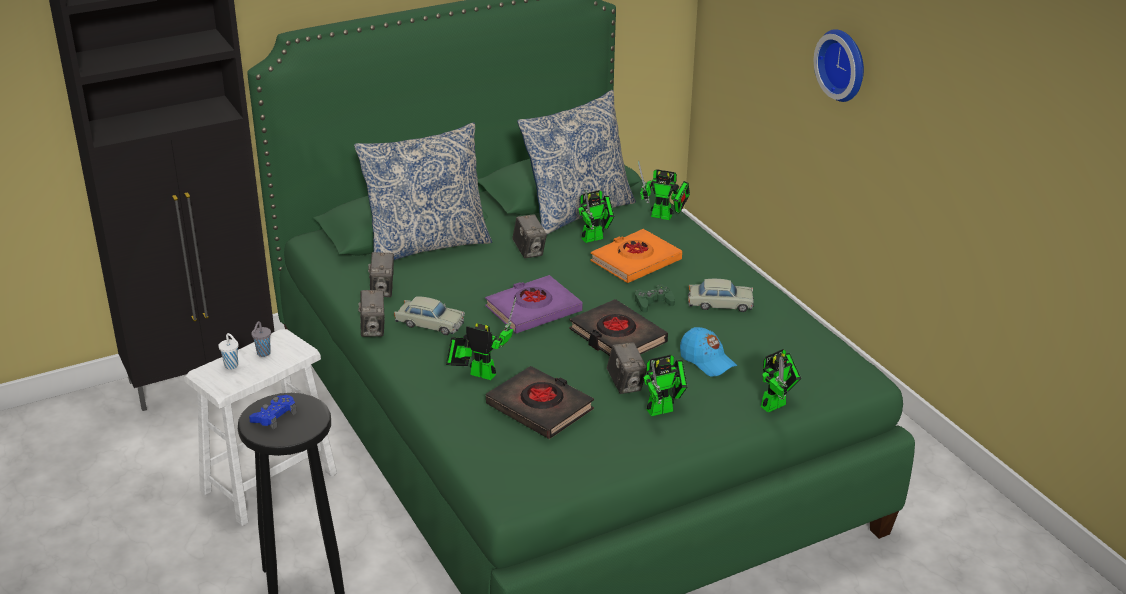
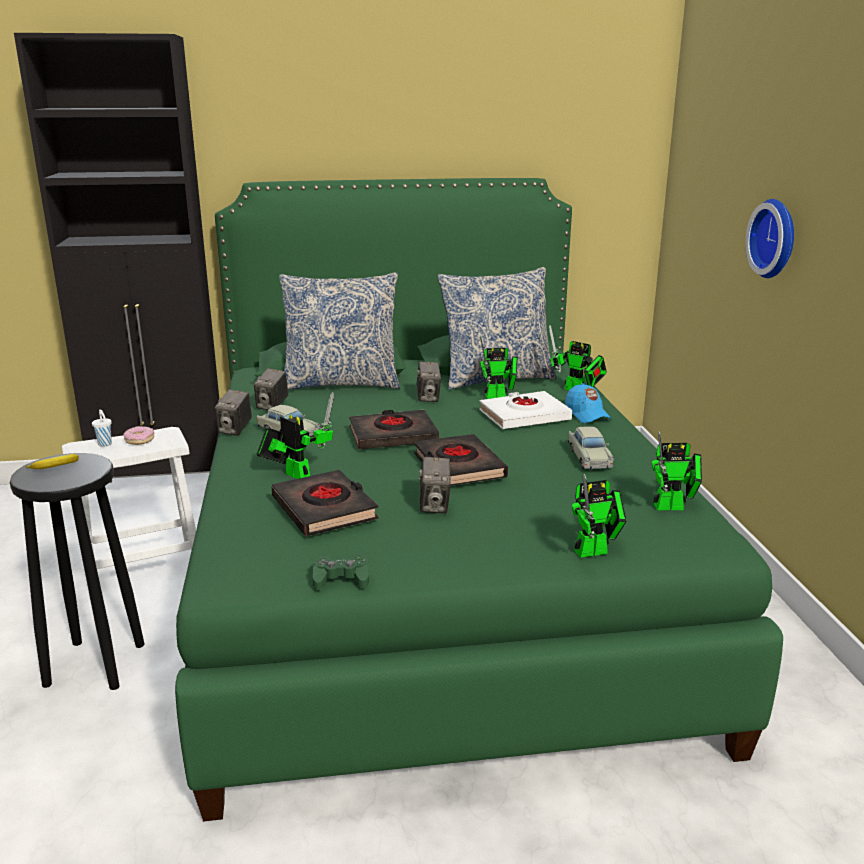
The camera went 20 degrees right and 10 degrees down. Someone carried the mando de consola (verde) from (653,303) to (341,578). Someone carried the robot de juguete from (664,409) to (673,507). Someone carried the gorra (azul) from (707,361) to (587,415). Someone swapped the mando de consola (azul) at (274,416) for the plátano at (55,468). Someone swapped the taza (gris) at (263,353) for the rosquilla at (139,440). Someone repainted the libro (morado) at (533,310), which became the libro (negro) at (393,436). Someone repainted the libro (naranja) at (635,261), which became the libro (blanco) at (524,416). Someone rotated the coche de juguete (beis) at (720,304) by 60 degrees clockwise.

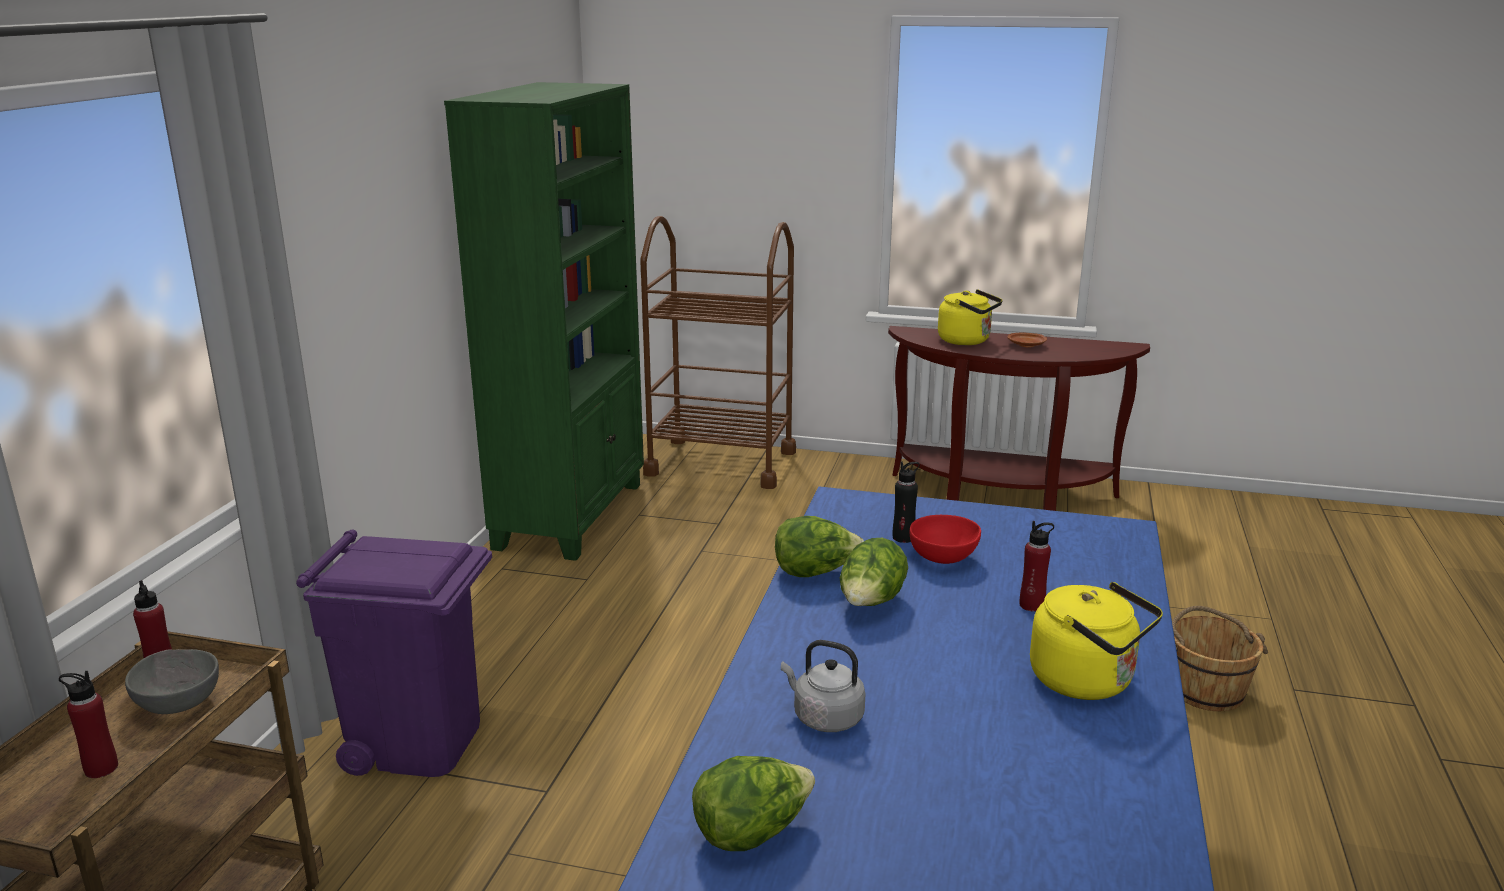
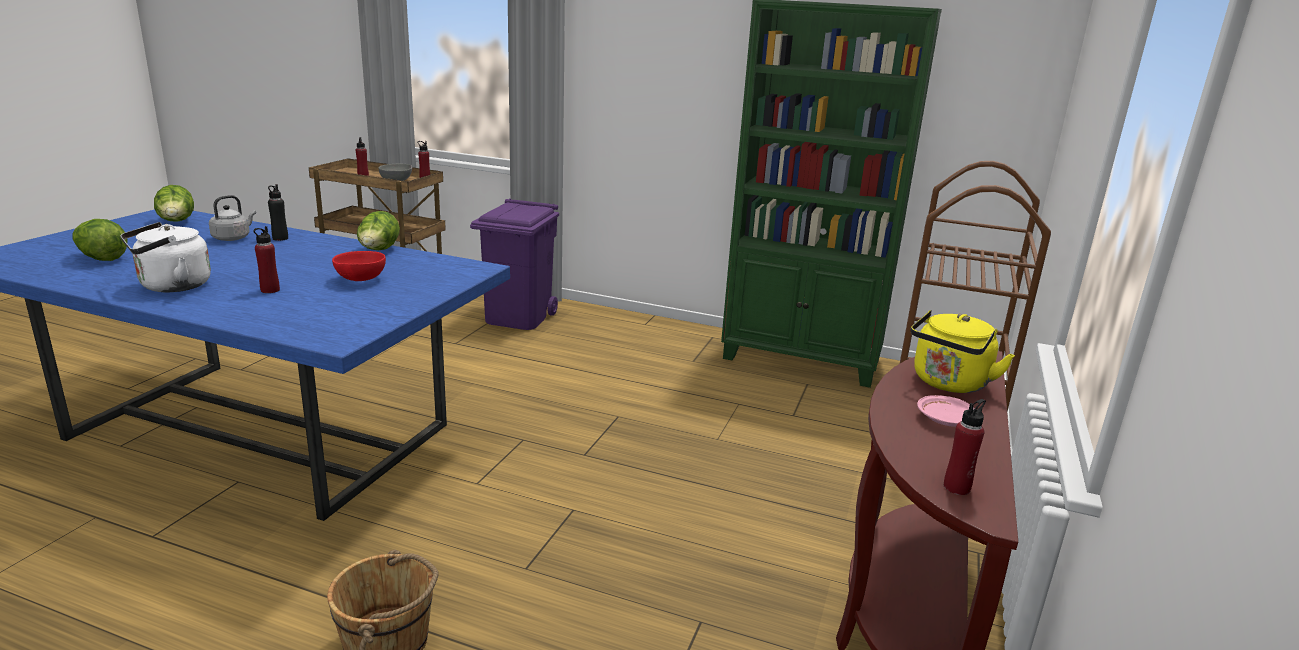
The camera went 95 degrees right and 0 degrees up. Someone put down the botella (rojo) at (957,487). Someone carried the lechuga from (871,604) to (102,258). Someone carried the botella (negro) from (903,537) to (280,238). Someone repainted the plato (marrón) at (1027,345), which became the plato (rosa) at (945,420). Someone repainted the hervidor (amarillo) at (1087,681), which became the hervidor (blanco) at (171,286).

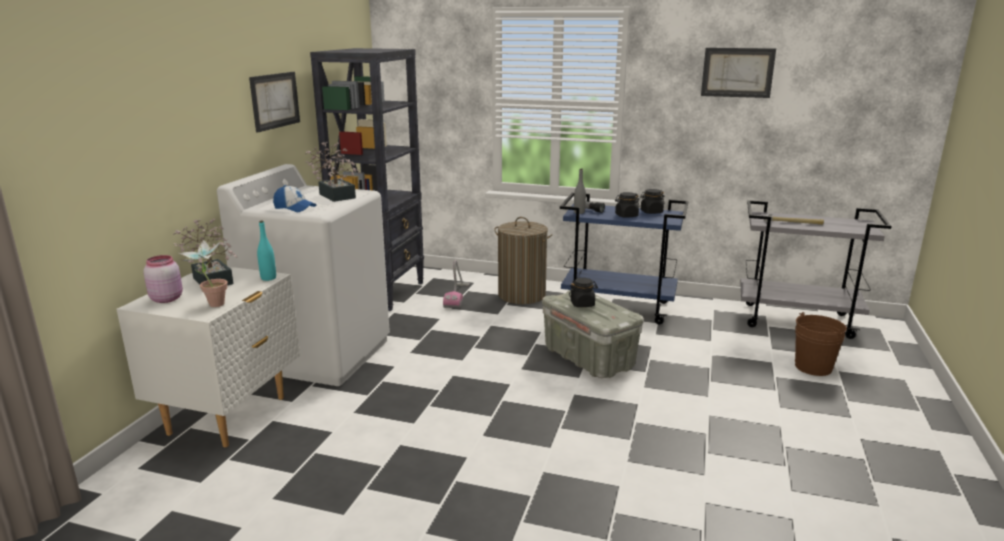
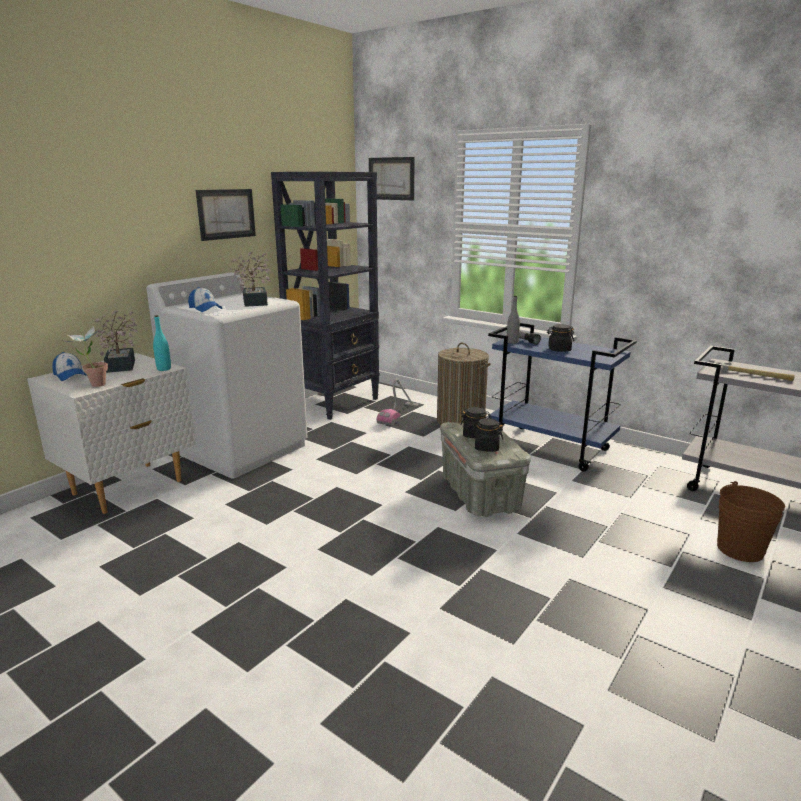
The camera went 20 degrees right and 0 degrees up. Someone carried the tarro (negro) from (651,212) to (486,447). Someone carried the cuadro from (737,72) to (391,178). Someone swapped the tarro (rosa) at (166,298) for the gorra at (70,375).

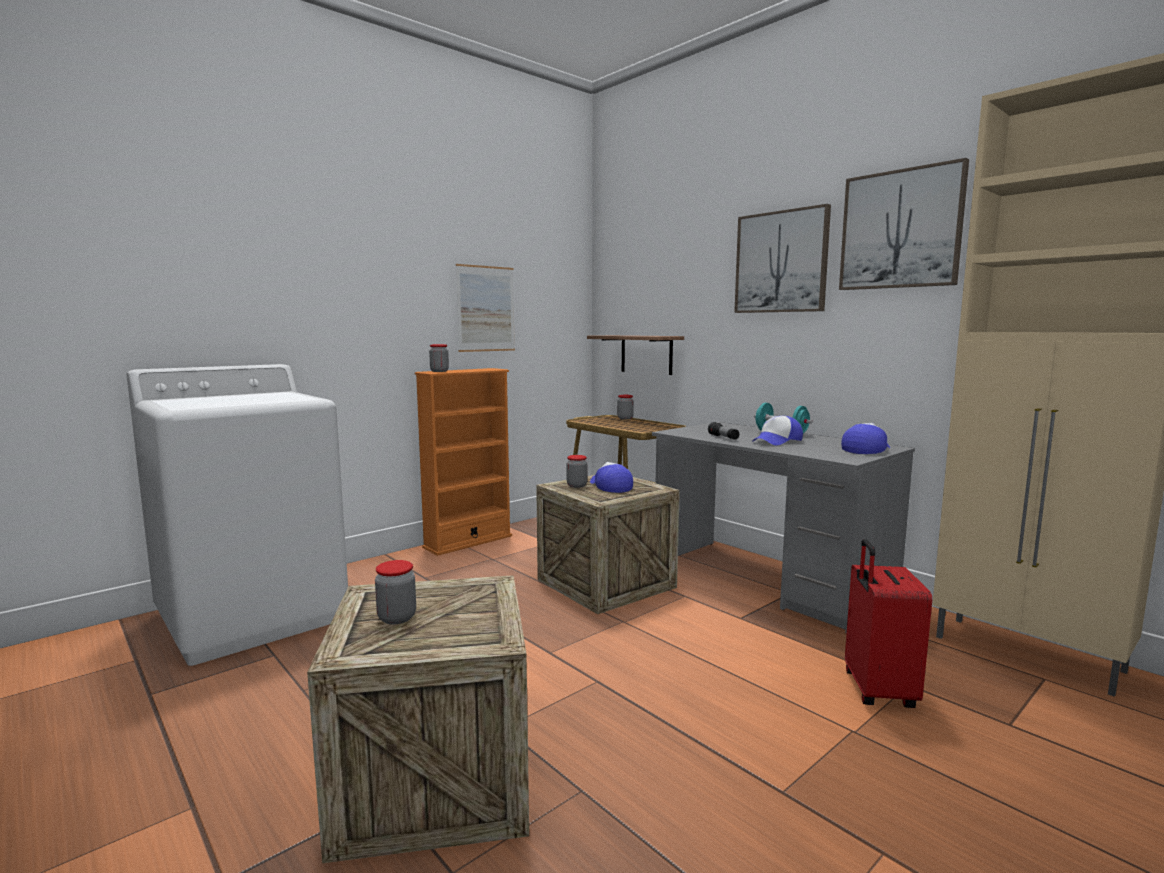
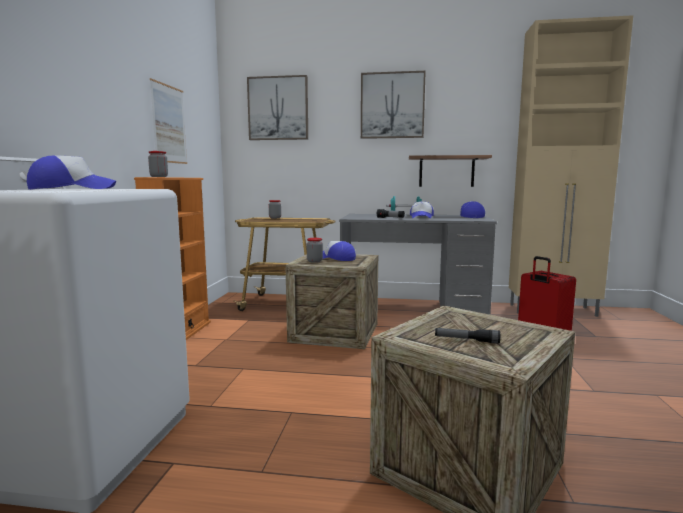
The camera went 40 degrees left and 0 degrees up. Someone put down the gorra at (72,189). Someone carried the estante from (646,354) to (446,171). Someone carried the cuadro from (900,229) to (278,108). Someone swapped the tarro at (397,618) for the linterna at (466,340).

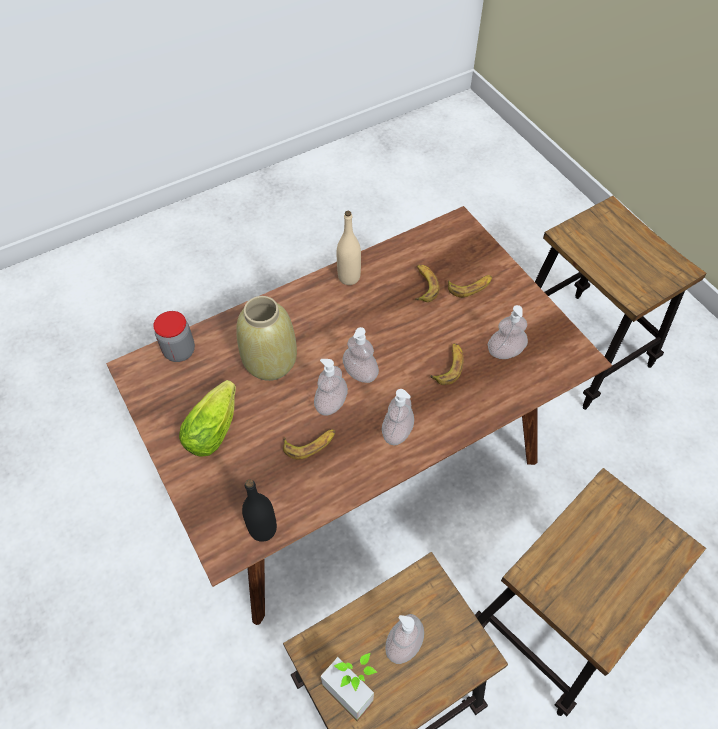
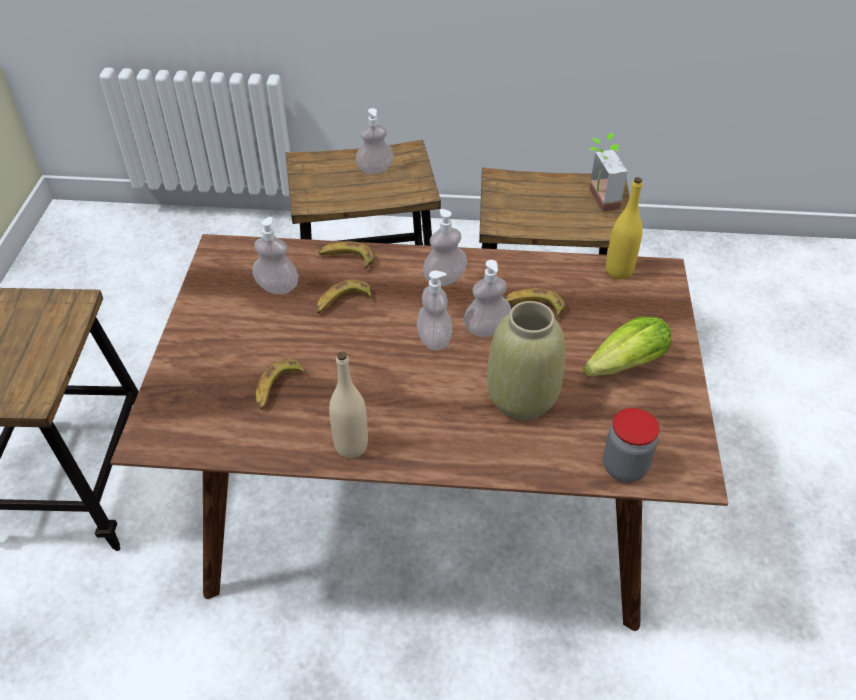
The camera went 145 degrees left and 10 degrees down. Someone carried the dispensador de jabón from (404,644) to (375,169). Someone carried the plátano from (470,287) to (347,259). Someone repainted the botella (negro) at (263,529), which became the botella (amarillo) at (619,271).

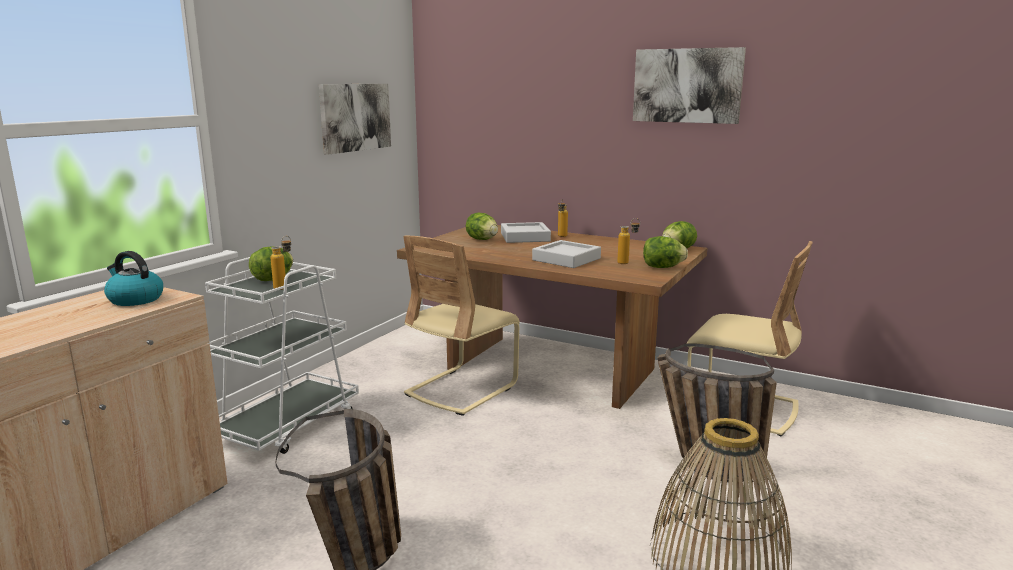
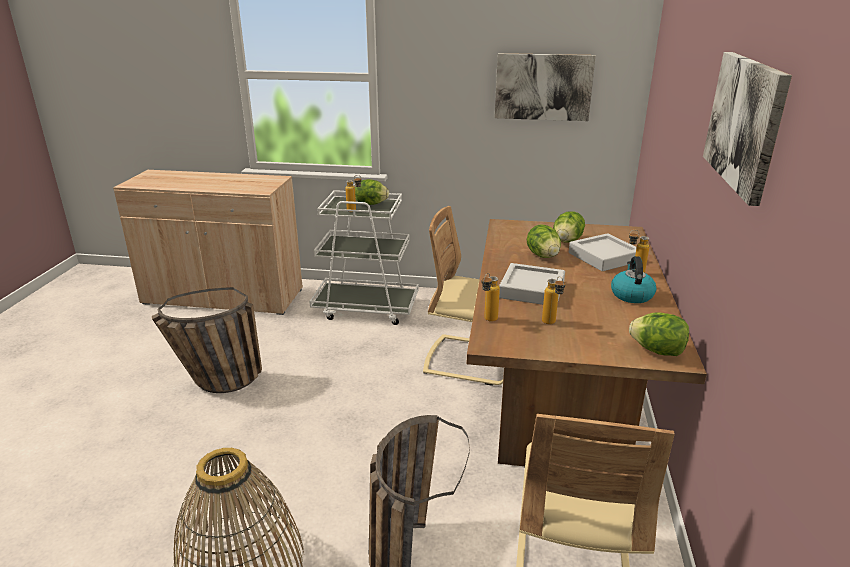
The camera went 70 degrees right and 10 degrees up. Someone put down the botella at (488,321). Someone carried the hervidor from (135,299) to (631,295). Someone carried the lechuga from (662,267) to (543,256).

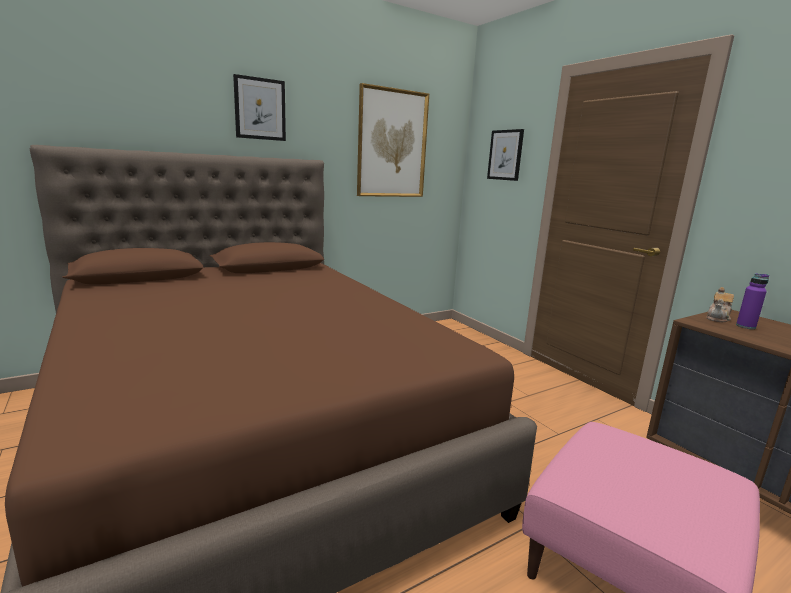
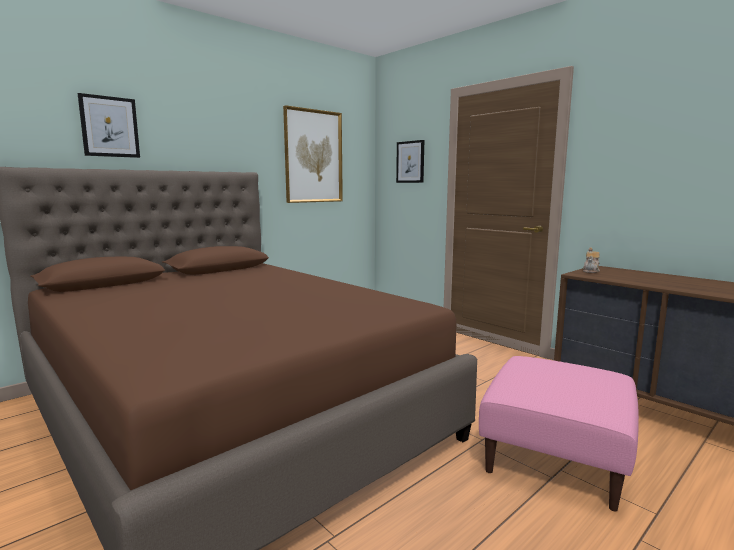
The camera went 10 degrees left and 5 degrees down. Someone took away the botella (morado) at (745,326). Someone carried the cuadro from (260,109) to (109,127).

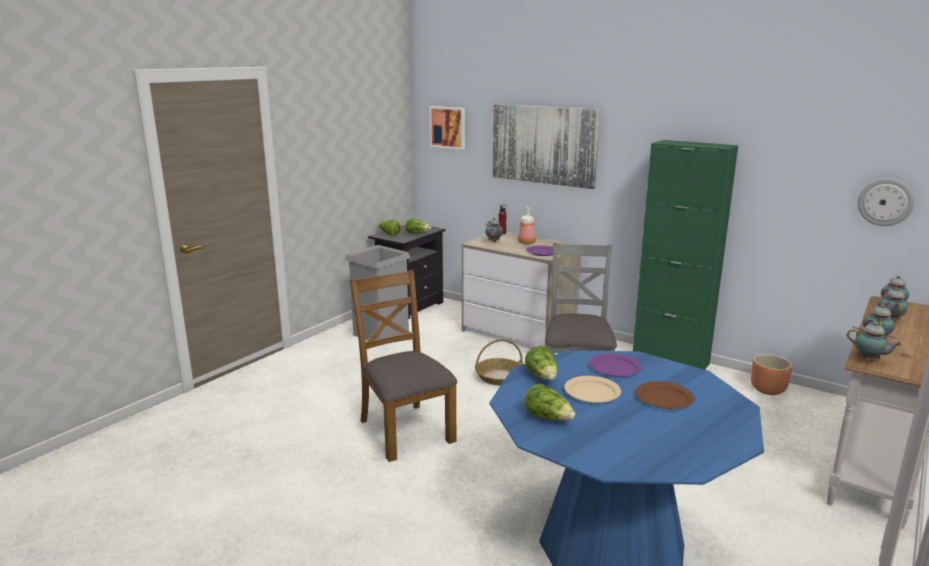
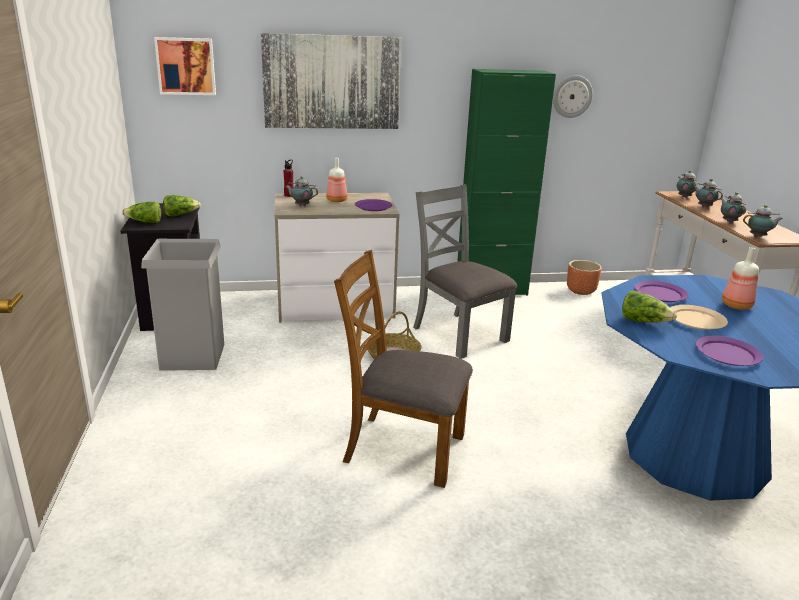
The camera went 45 degrees left and 5 degrees up. Someone carried the reloj de pared from (885,202) to (572,96). Someone swapped the lechuga at (548,417) for the plato (morado) at (727,353). Someone swapped the plato (marrón) at (664,397) for the botella at (735,305).

